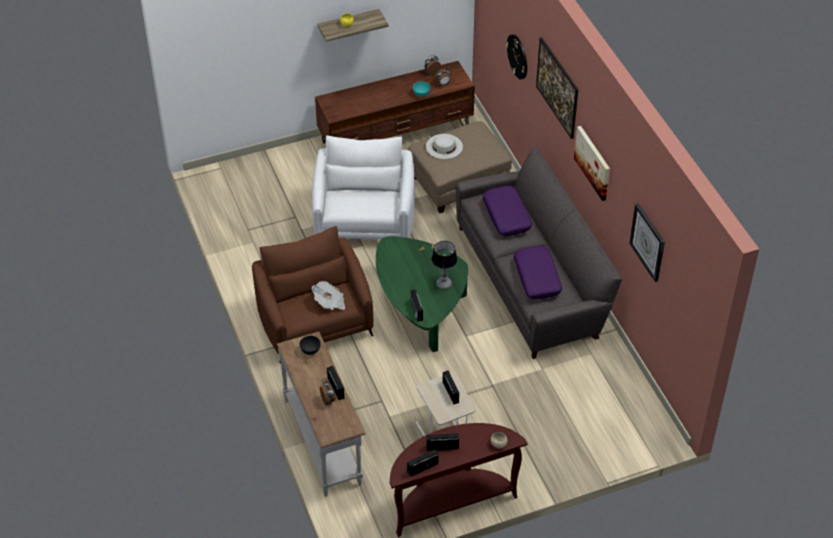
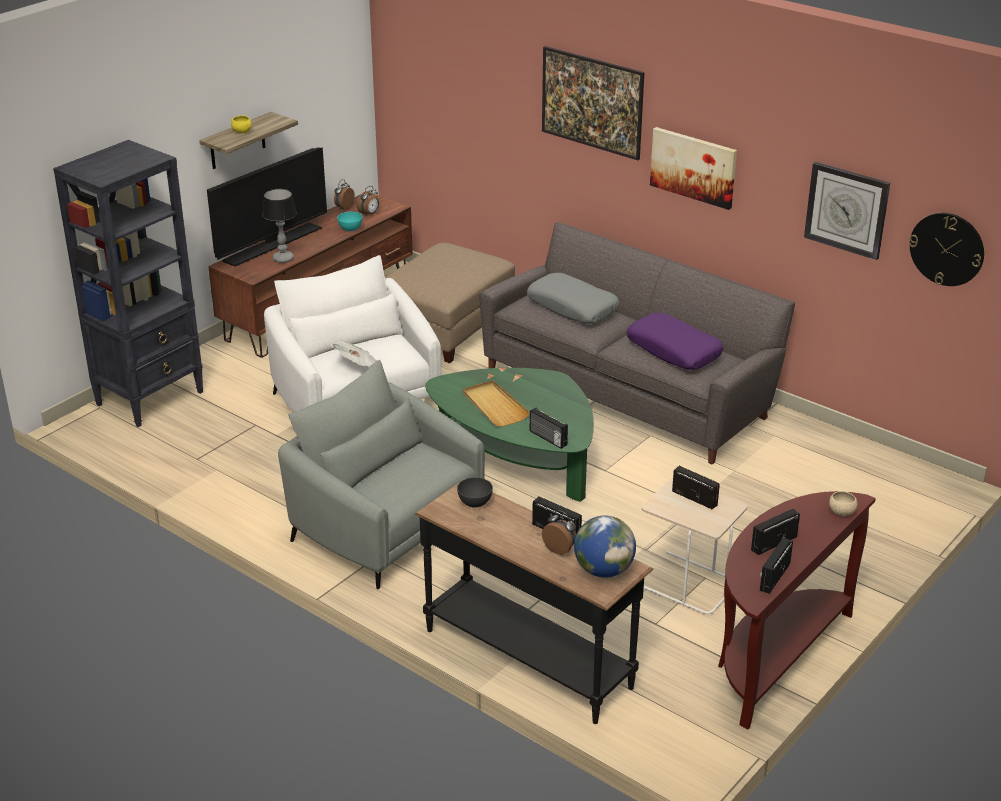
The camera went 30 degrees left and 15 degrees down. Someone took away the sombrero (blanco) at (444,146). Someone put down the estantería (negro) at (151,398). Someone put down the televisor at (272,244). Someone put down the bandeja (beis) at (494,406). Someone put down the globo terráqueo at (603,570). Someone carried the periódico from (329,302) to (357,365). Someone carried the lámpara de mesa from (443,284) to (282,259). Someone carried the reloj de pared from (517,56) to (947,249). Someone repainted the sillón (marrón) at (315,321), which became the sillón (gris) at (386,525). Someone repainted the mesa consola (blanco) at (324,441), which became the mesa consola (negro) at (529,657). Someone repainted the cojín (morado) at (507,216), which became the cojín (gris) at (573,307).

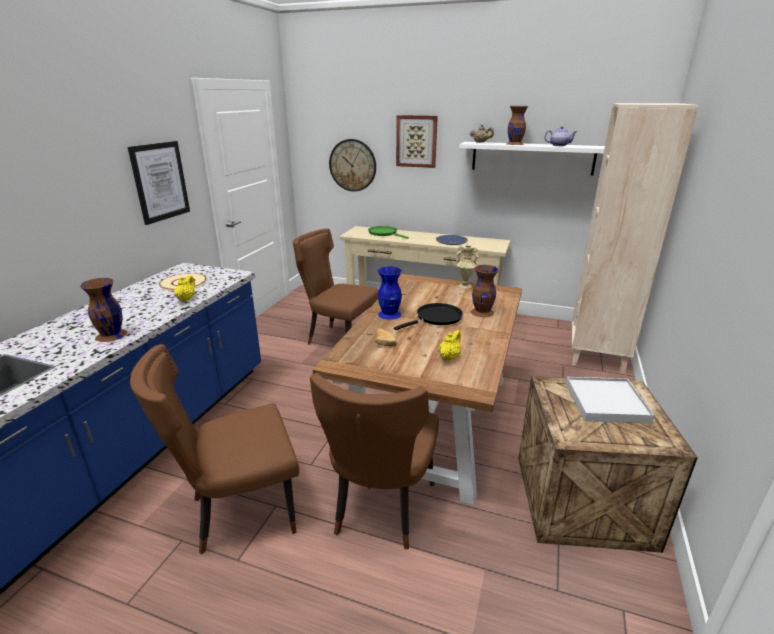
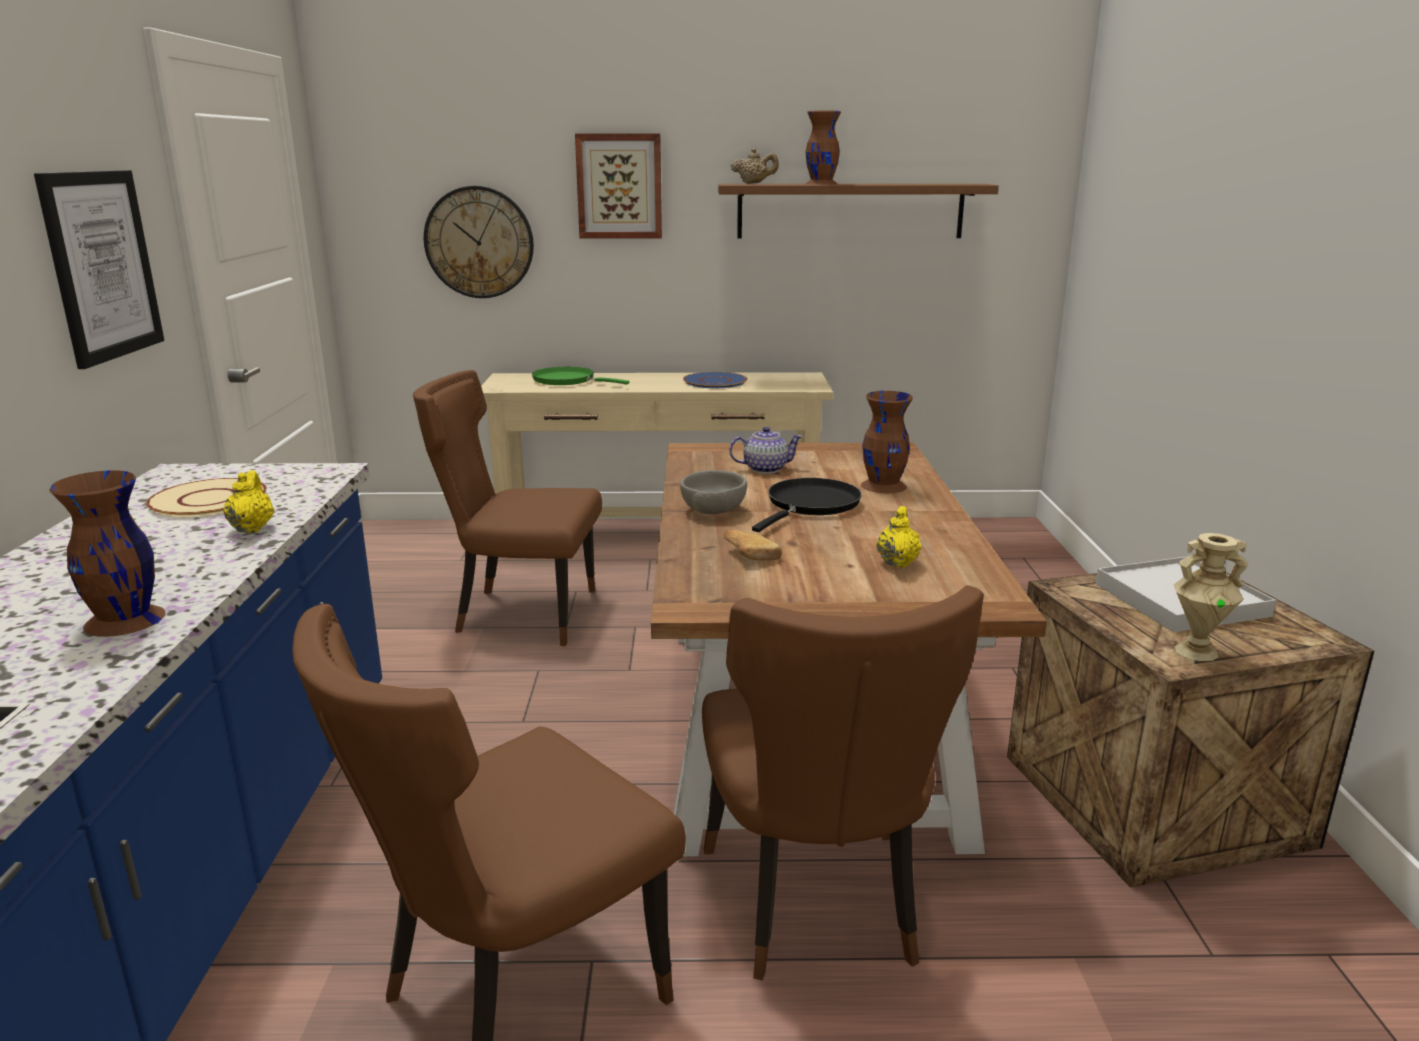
The camera went 20 degrees left and 5 degrees down. Someone took away the estantería (beis) at (597,355). Someone carried the florero (beis) from (465,285) to (1196,651). Someone carried the tetera from (558,145) to (765,469). Someone swapped the florero (azul) at (390,314) for the cuenco (gris) at (715,510). Someone repainted the estante (blanco) at (532,158), which became the estante (marrón) at (850,211).

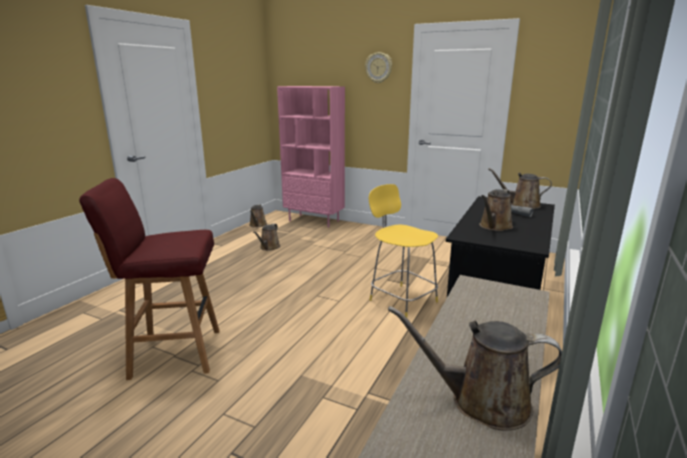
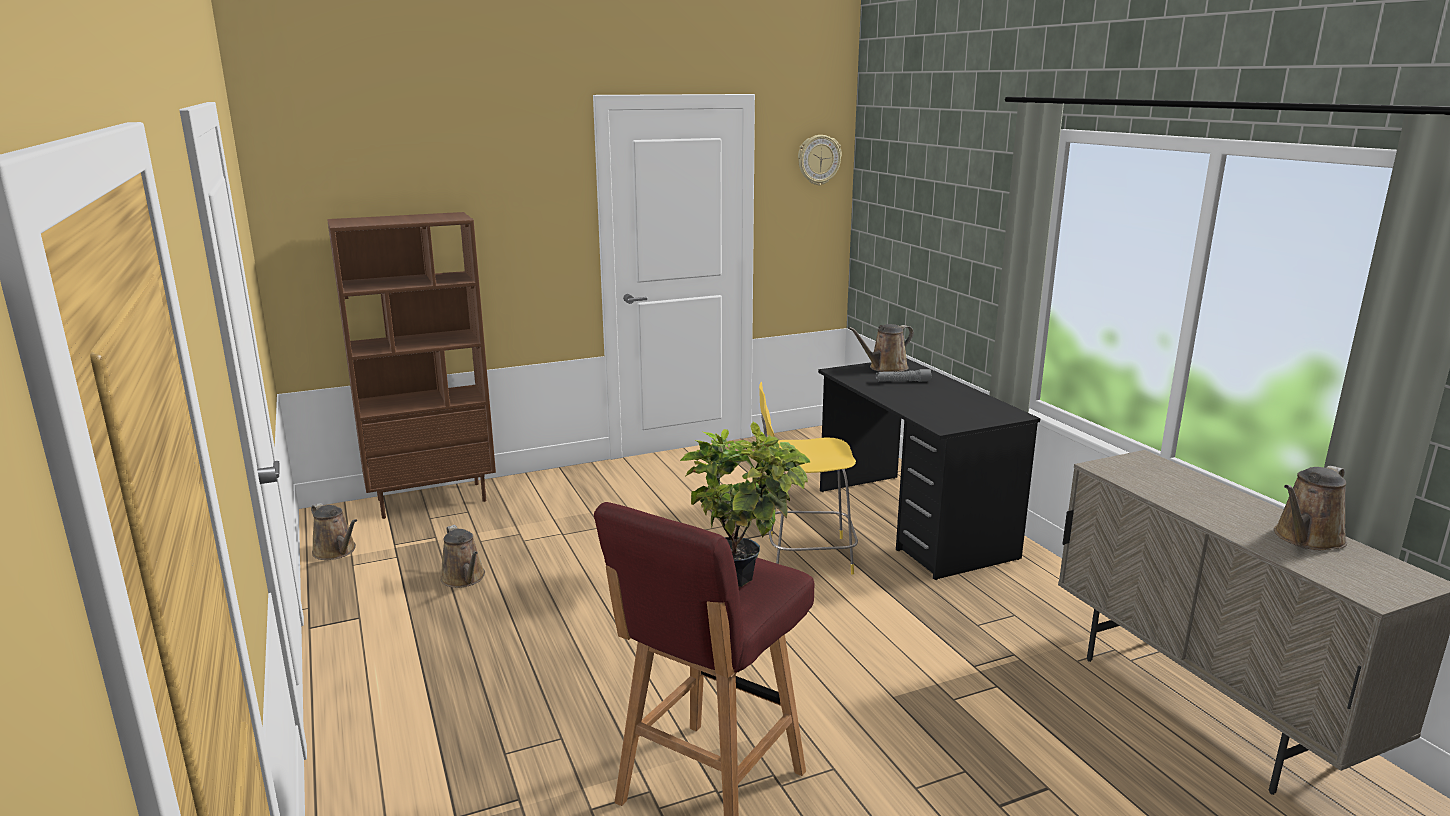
The camera went 50 degrees left and 0 degrees up. Someone took away the regadera (marrón) at (494,226). Someone put down the planta en maceta at (745,577). Someone carried the reloj de pared from (378,67) to (818,160). Someone repainted the estantería (rosa) at (314,221), which became the estantería (marrón) at (433,499).

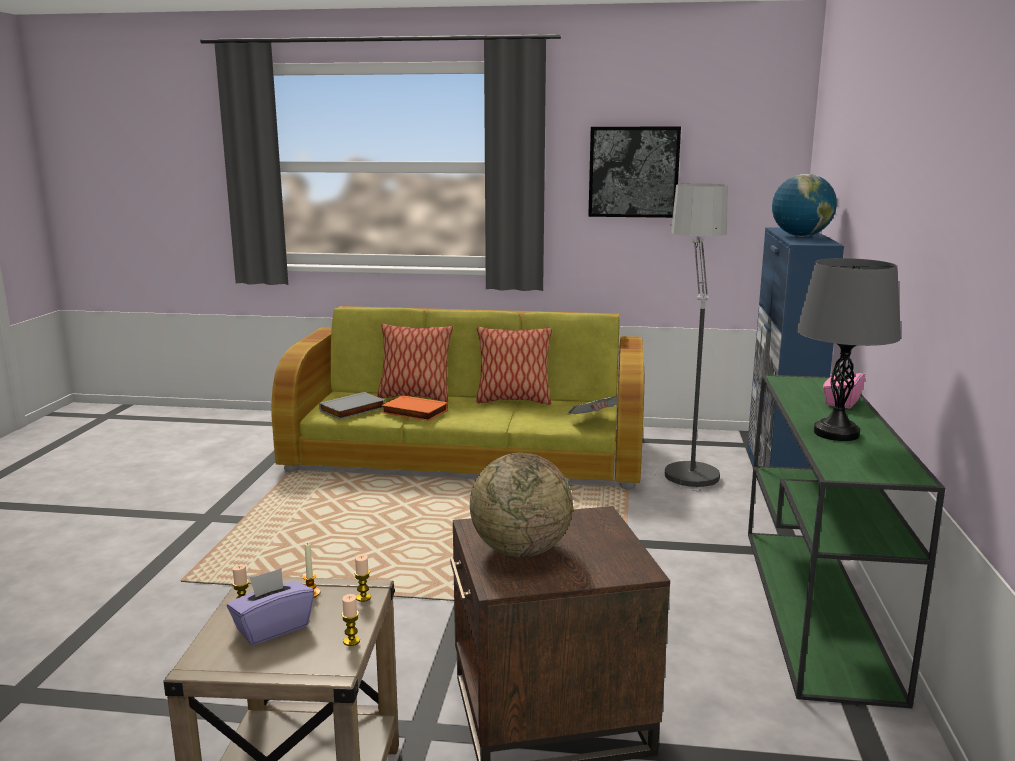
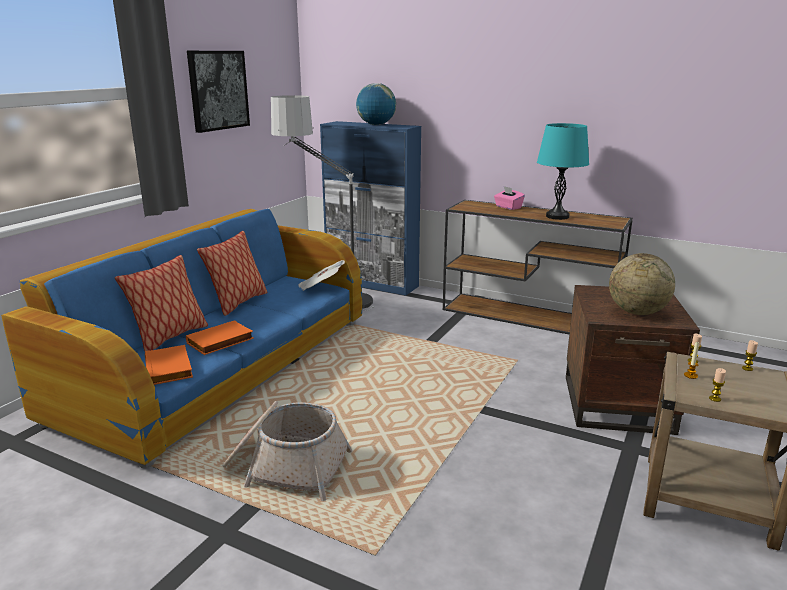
The camera went 70 degrees left and 5 degrees up. Someone took away the caja de pañuelos (morado) at (272,628). Someone put down the cesta at (286,466). Someone repainted the sofá (verde) at (468,454), which became the sofá (azul) at (221,366). Someone repainted the libro (gris) at (353,410), which became the libro (naranja) at (170,368). Someone repainted the mesa consola (verde) at (816,608), which became the mesa consola (marrón) at (529,316). Someone repainted the lámpara de mesa (gris) at (836,433), which became the lámpara de mesa (turquesa) at (557,216).

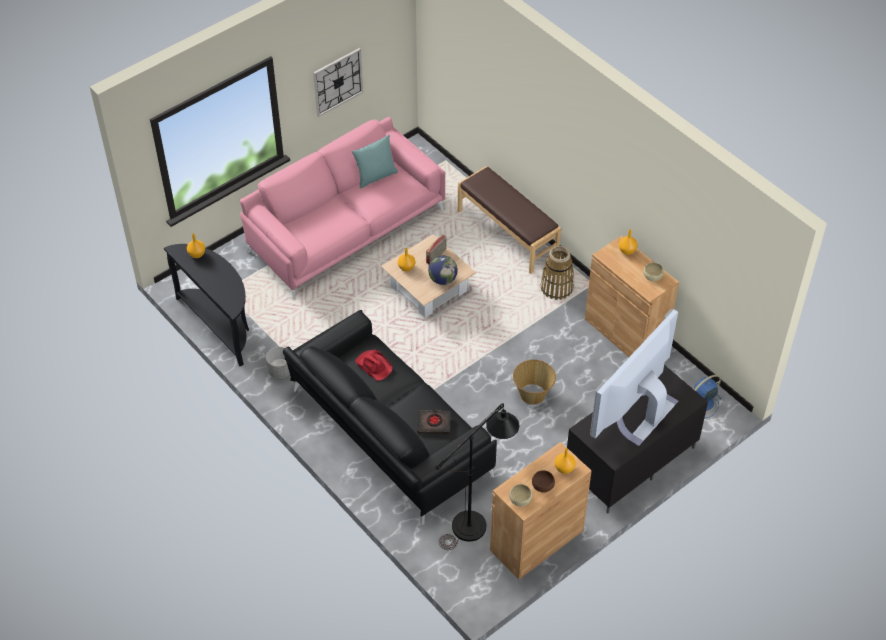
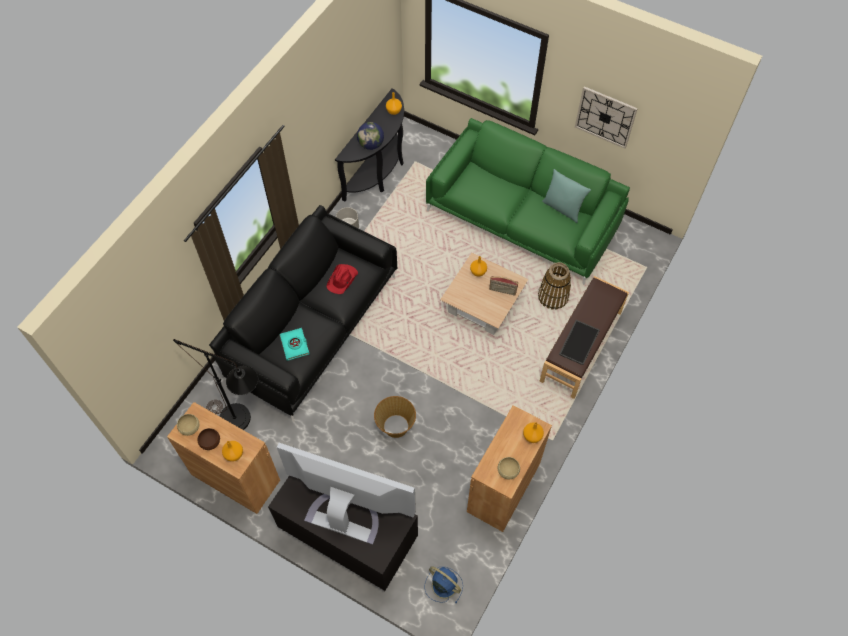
The camera went 70 degrees right and 10 degrees up. Someone put down the bandeja at (578,341). Someone carried the globo terráqueo from (442,279) to (371,144). Someone carried the cesta from (557,288) to (553,296). Someone repainted the sofá (rosa) at (345,229), which became the sofá (verde) at (522,219). Someone repainted the libro (negro) at (434,423), which became the libro (turquesa) at (295,345).

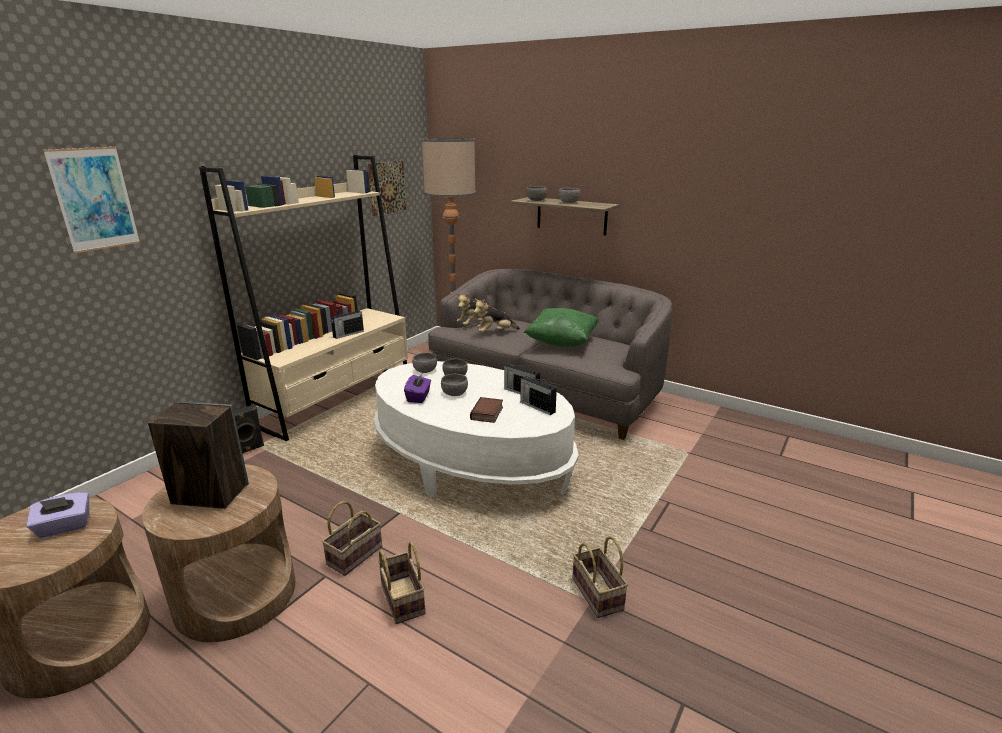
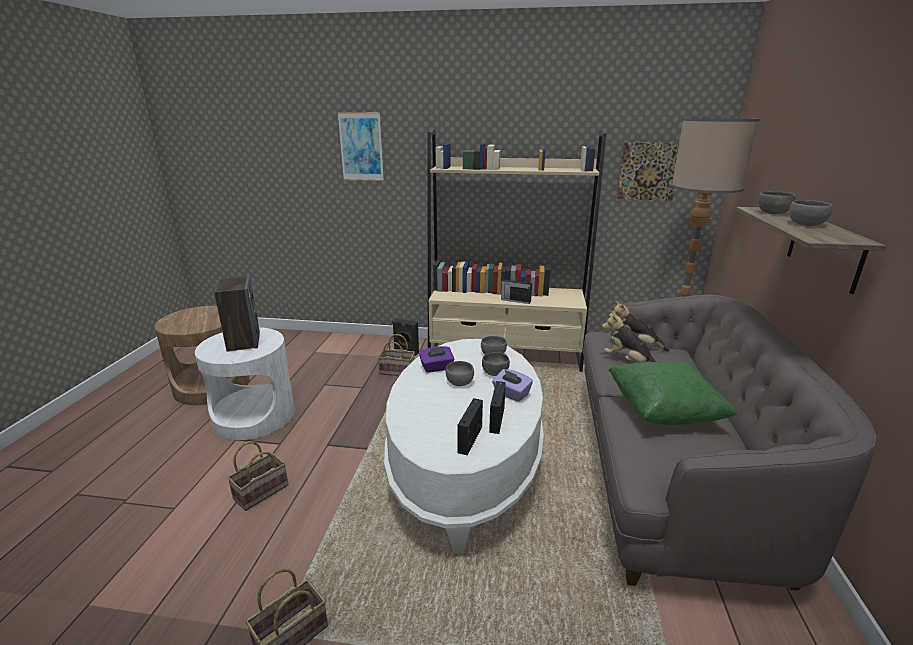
The camera went 65 degrees right and 0 degrees up. Someone took away the libro at (488,413). Someone carried the caja de pañuelos (morado) from (64,527) to (511,394). Someone carried the cesta from (355,554) to (398,371). Someone repainted the mesa auxiliar (marrón) at (236,594), which became the mesa auxiliar (blanco) at (254,416).

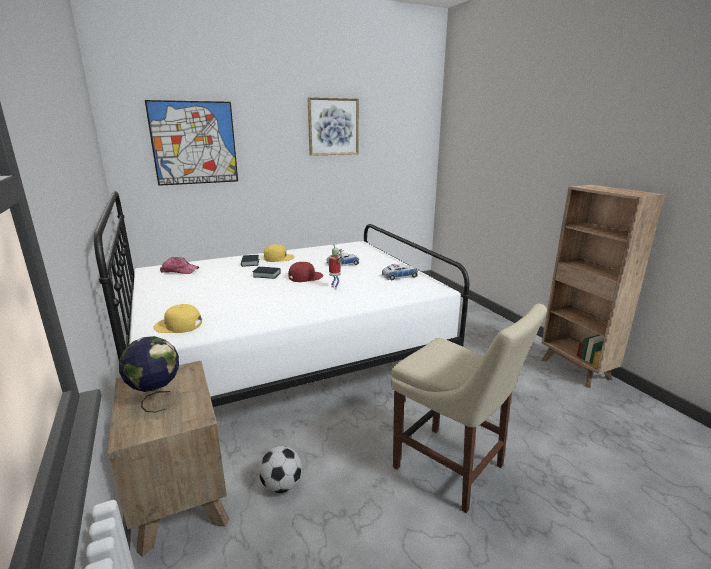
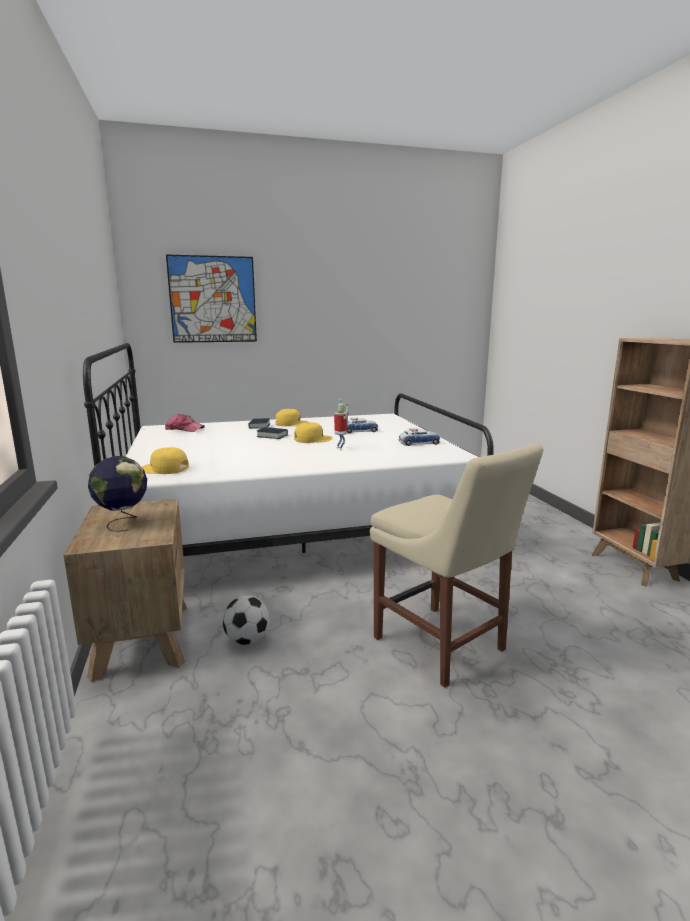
The camera went 10 degrees right and 5 degrees down. Someone took away the cuadro at (333,127). Someone repainted the gorra (rojo) at (305,277), which became the gorra (amarillo) at (312,439).

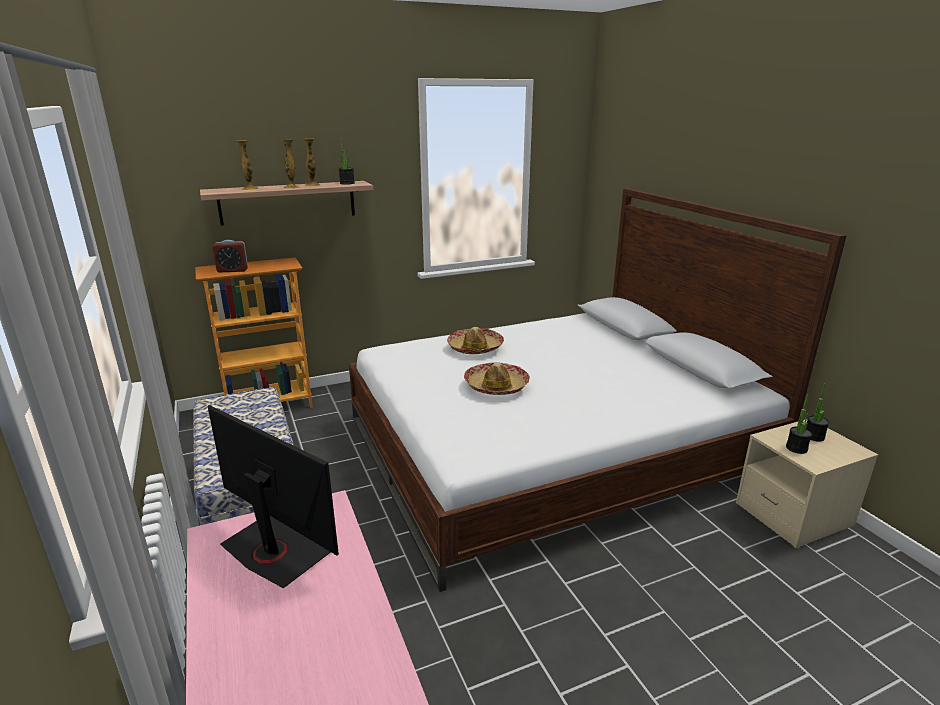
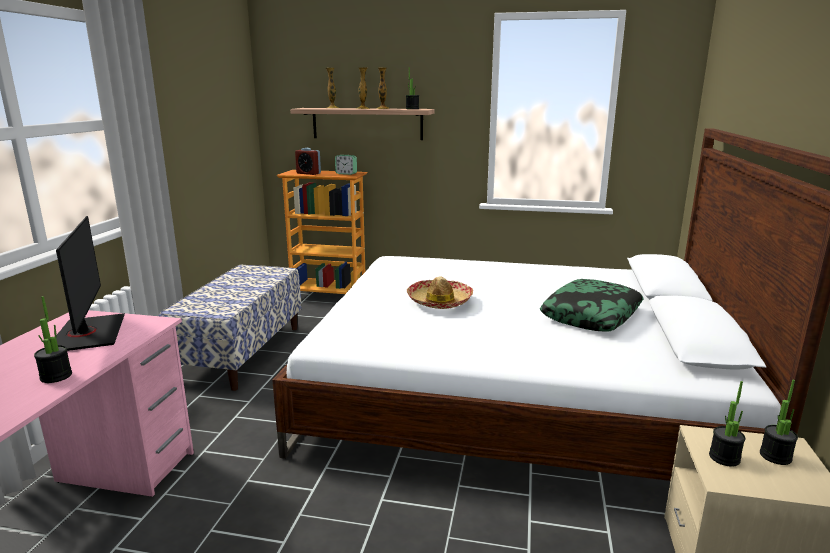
The camera went 35 degrees right and 5 degrees down. Someone took away the sombrero at (475,348). Someone put down the planta en maceta at (56,376). Someone put down the despertador at (346,173). Someone put down the cojín at (591,315).

